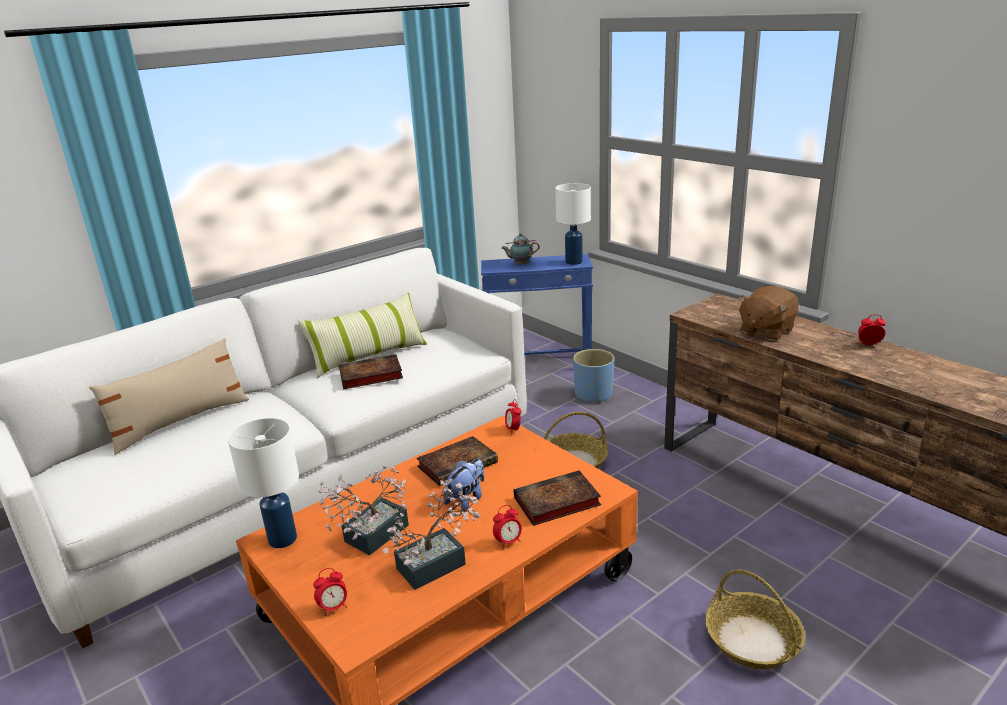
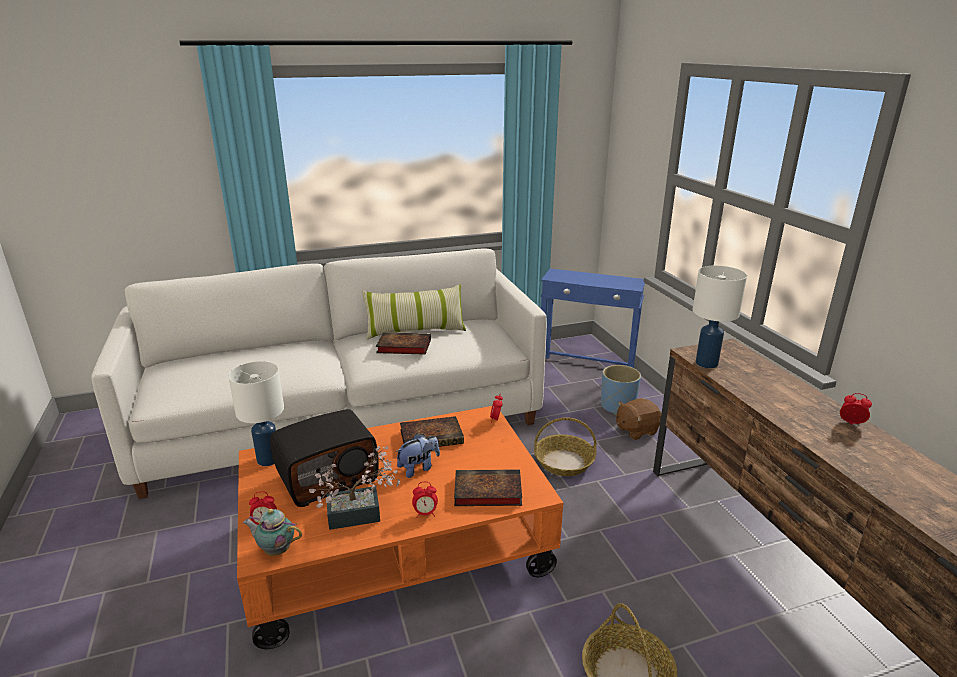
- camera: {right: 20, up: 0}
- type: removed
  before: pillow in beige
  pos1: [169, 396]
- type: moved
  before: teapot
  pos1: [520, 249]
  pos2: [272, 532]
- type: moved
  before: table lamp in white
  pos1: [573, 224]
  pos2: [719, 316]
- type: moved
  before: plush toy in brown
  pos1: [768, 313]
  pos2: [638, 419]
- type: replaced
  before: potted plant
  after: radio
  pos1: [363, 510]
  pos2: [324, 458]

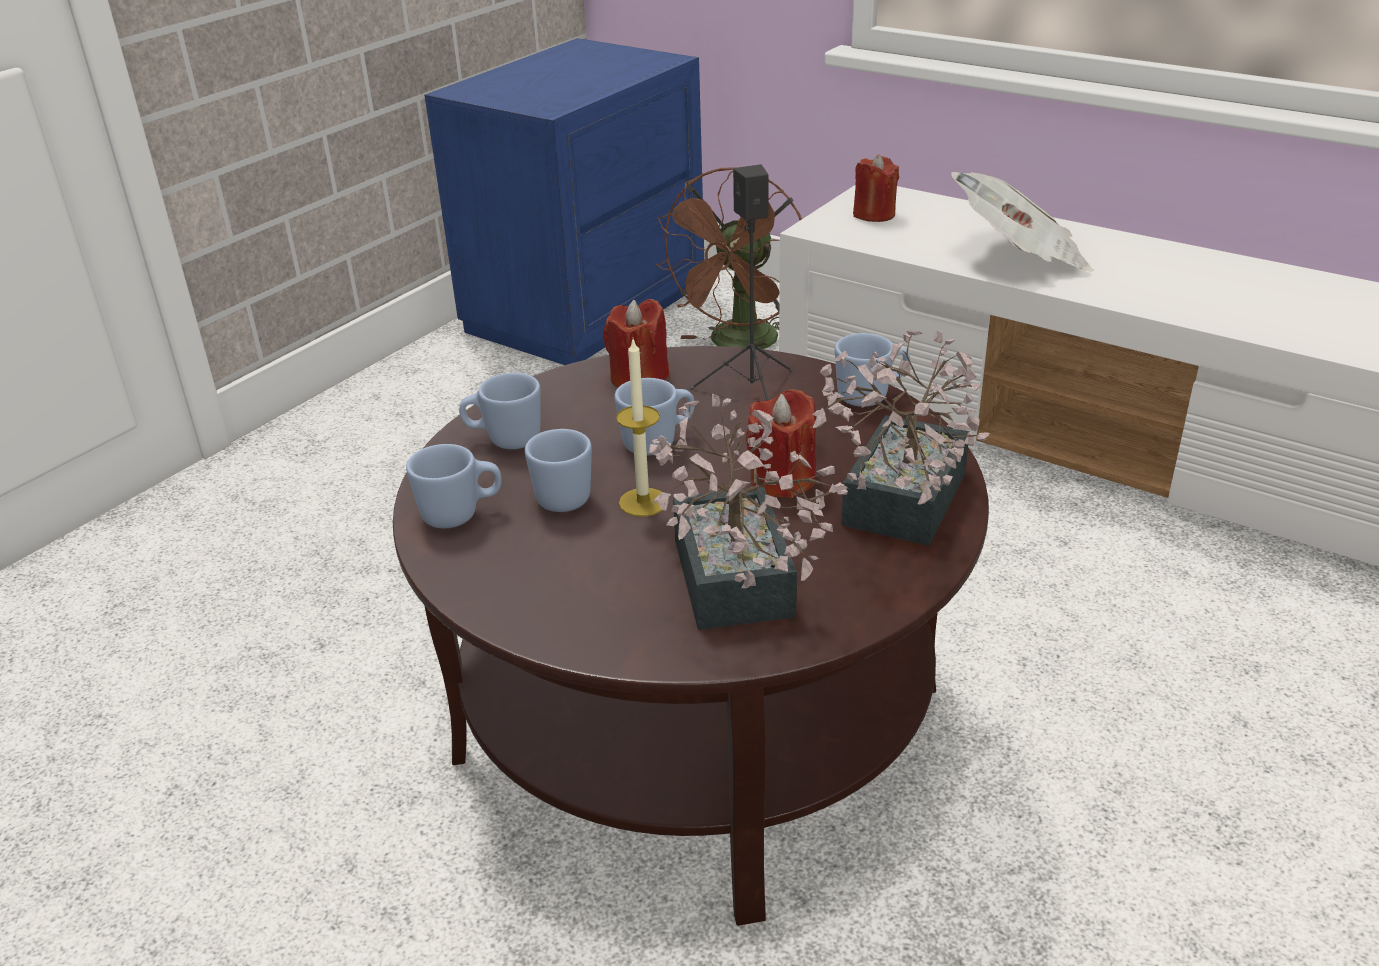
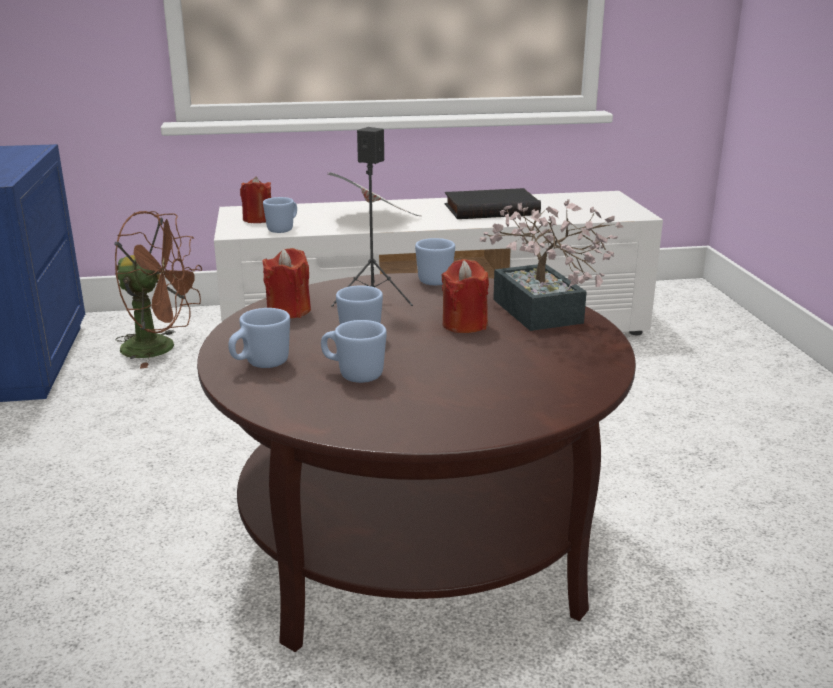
- camera: {right: -45, up: -10}
- type: removed
  before: candle
  pos1: [639, 428]
- type: removed
  before: potted plant
  pos1: [748, 512]
- type: added
  after: book in black
  pos2: [493, 203]
- type: moved
  before: mug in blue
  pos1: [454, 486]
  pos2: [280, 215]
- type: turned
  before: fan in brown
  pos1: [728, 258]
  pos2: [158, 290]
  turn: -60

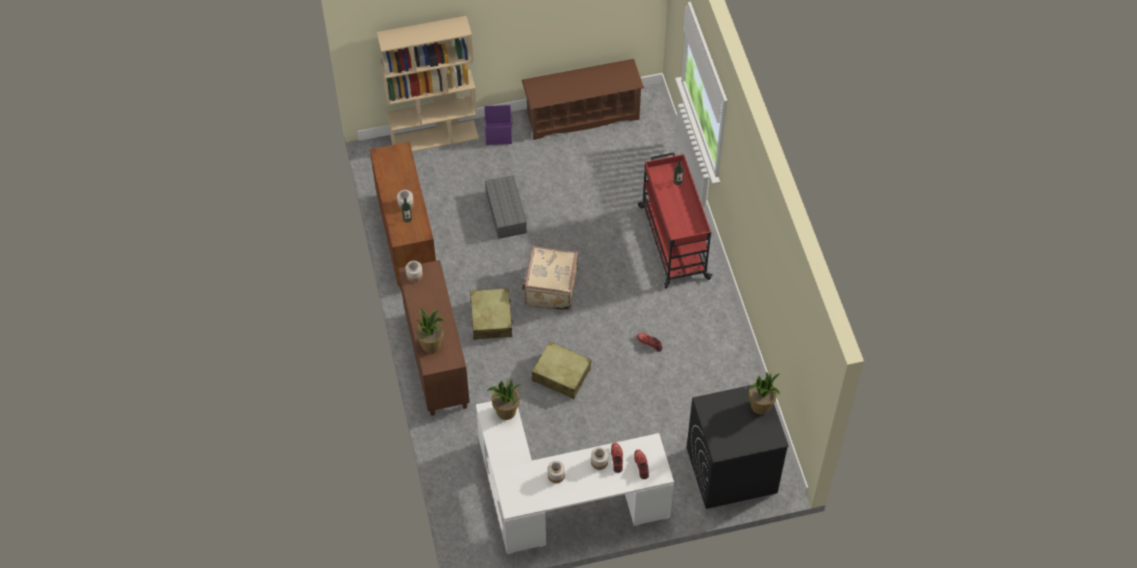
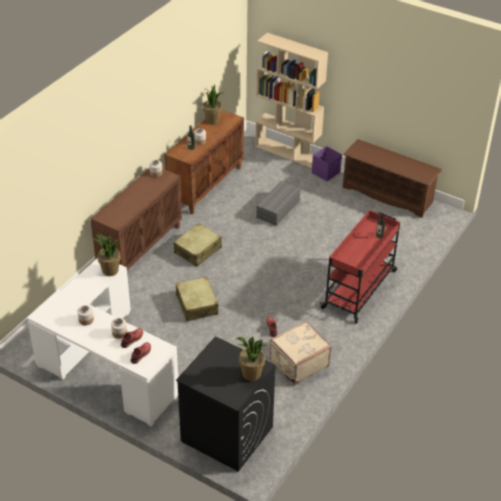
- camera: {right: 45, up: -15}
- type: moved
  before: potted plant
  pos1: [430, 330]
  pos2: [214, 104]
- type: moved
  before: suitcase in beige
  pos1: [550, 278]
  pos2: [301, 353]

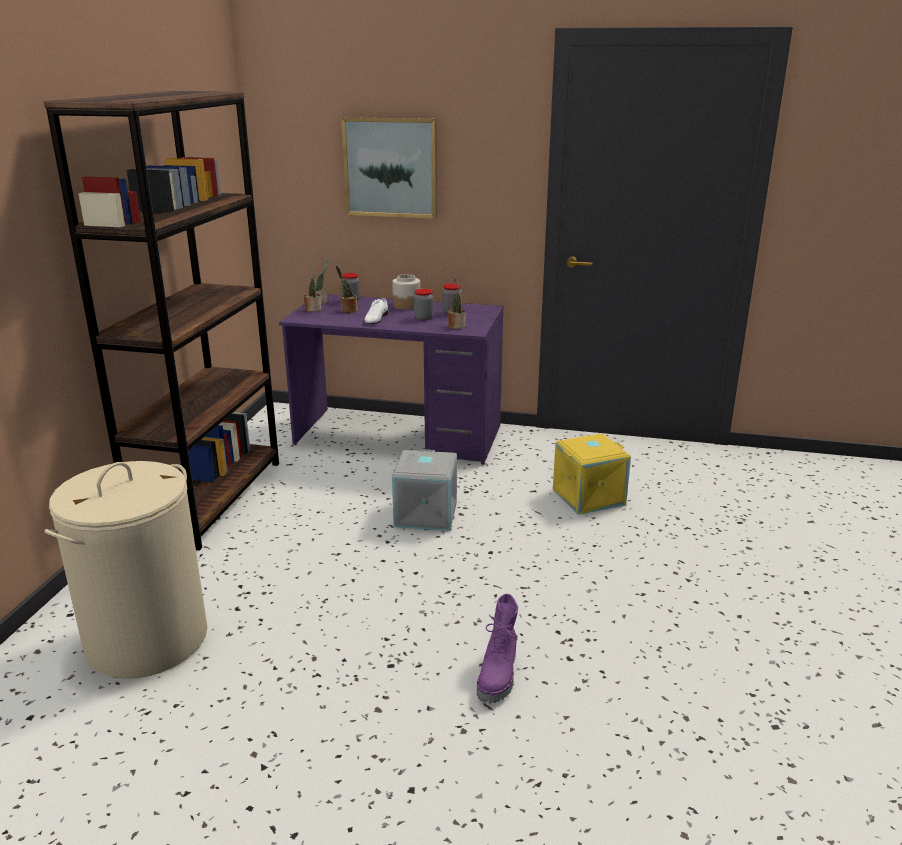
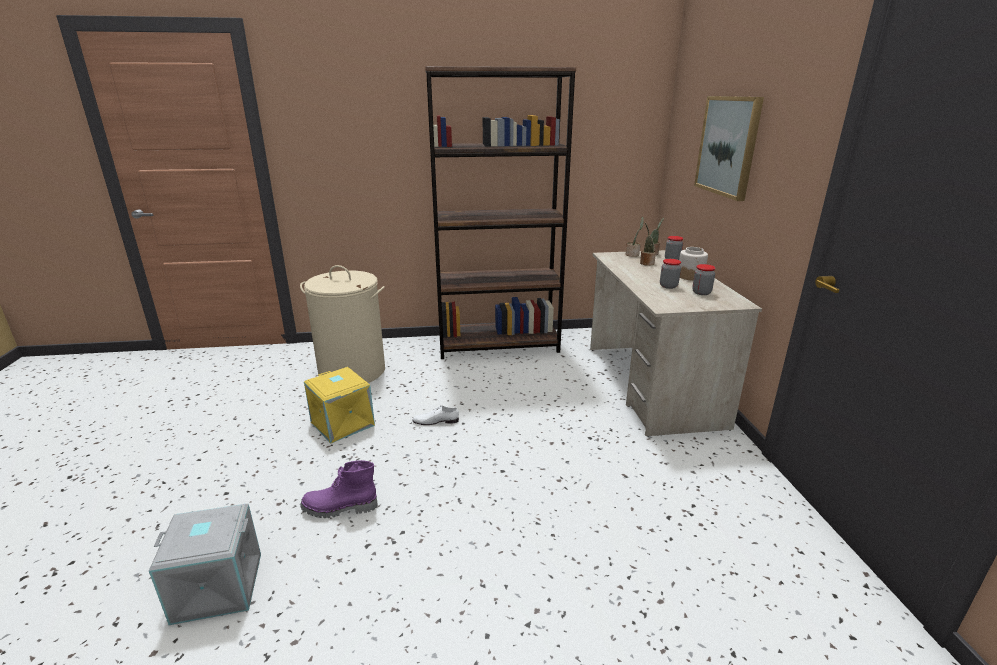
- camera: {right: 70, up: 0}
- type: removed
  before: potted plant
  pos1: [457, 302]
- type: moved
  before: shoe in white
  pos1: [376, 311]
  pos2: [436, 415]
- type: moved
  before: storage box in grey
  pos1: [424, 490]
  pos2: [205, 564]
- type: moved
  before: storage box in yellow
  pos1: [592, 474]
  pos2: [339, 405]
- type: recoloured
  before: desk in purple
  after: desk in beige
  pos1: [391, 379]
  pos2: [676, 343]

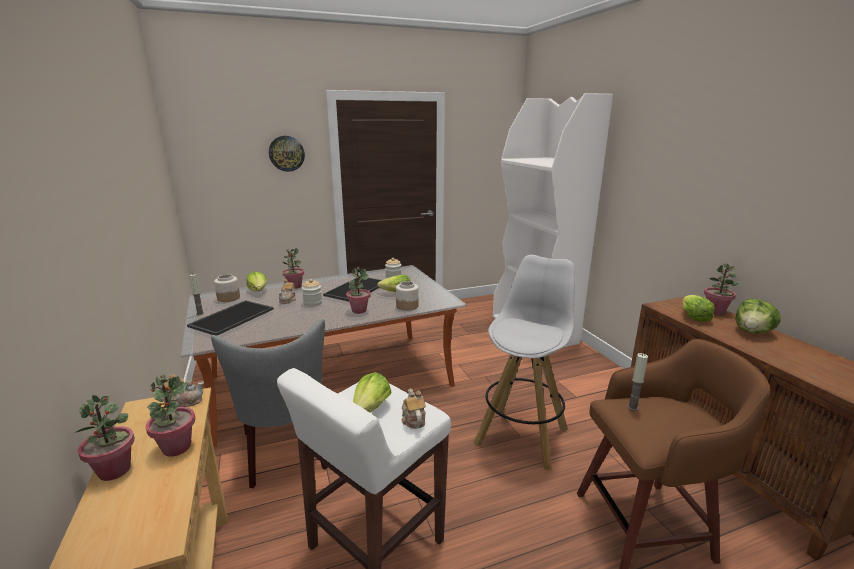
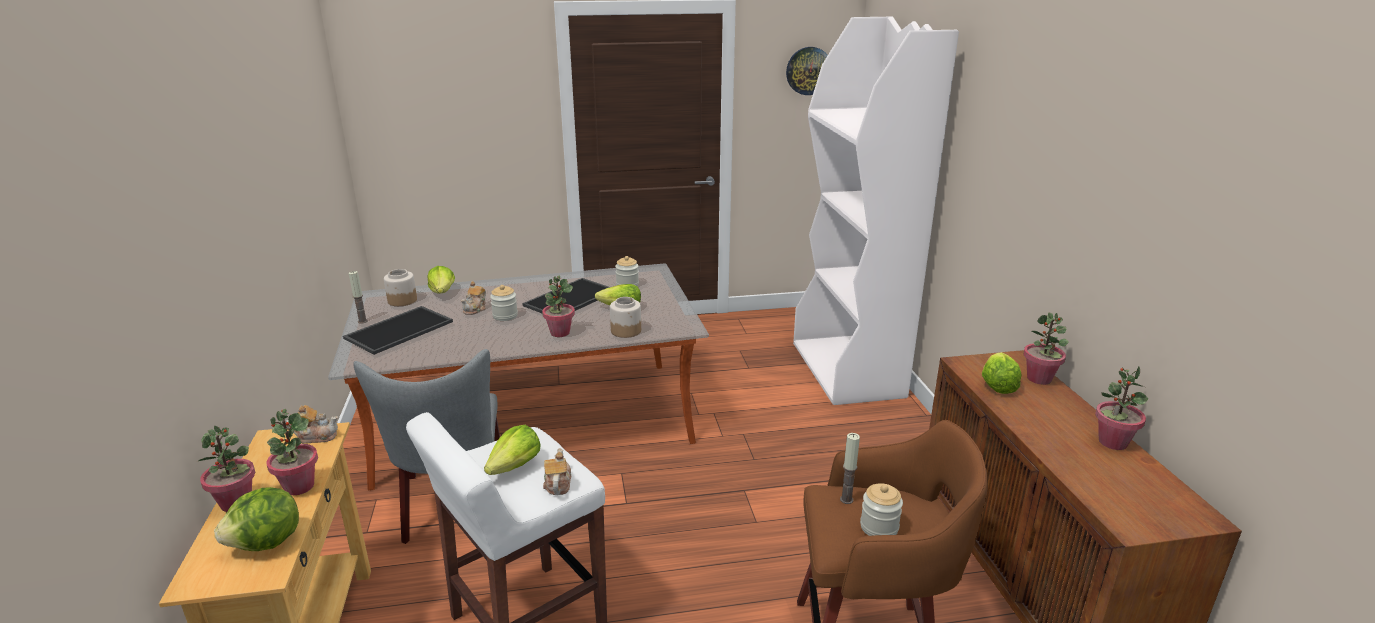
- camera: {right: 10, up: 5}
- type: removed
  before: stool in white
  pos1: [524, 363]
- type: added
  after: jar
  pos2: [881, 509]
- type: moved
  before: wall clock
  pos1: [287, 154]
  pos2: [807, 71]
- type: moved
  before: potted plant
  pos1: [293, 268]
  pos2: [1121, 408]
- type: moved
  before: lettuce
  pos1: [758, 316]
  pos2: [256, 519]

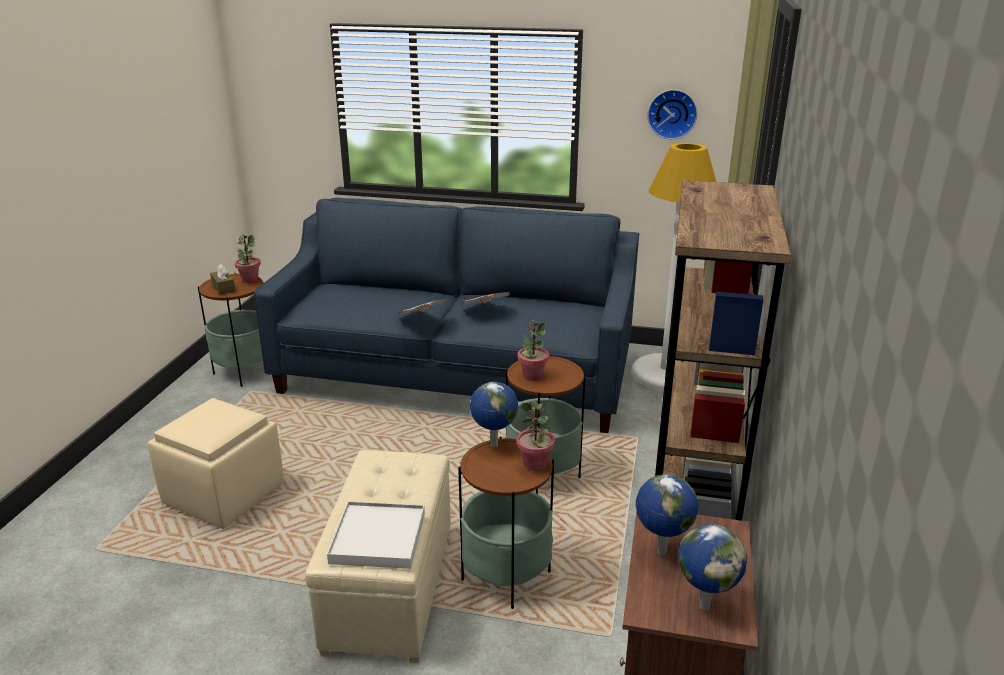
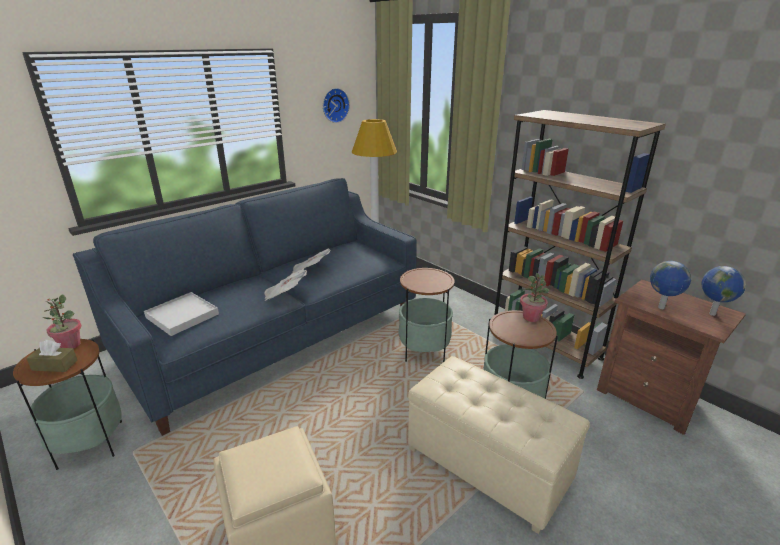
- camera: {right: -55, up: 0}
- type: removed
  before: globe
  pos1: [494, 414]
- type: removed
  before: potted plant
  pos1: [533, 350]
- type: moved
  before: tray in white
  pos1: [376, 535]
  pos2: [181, 314]

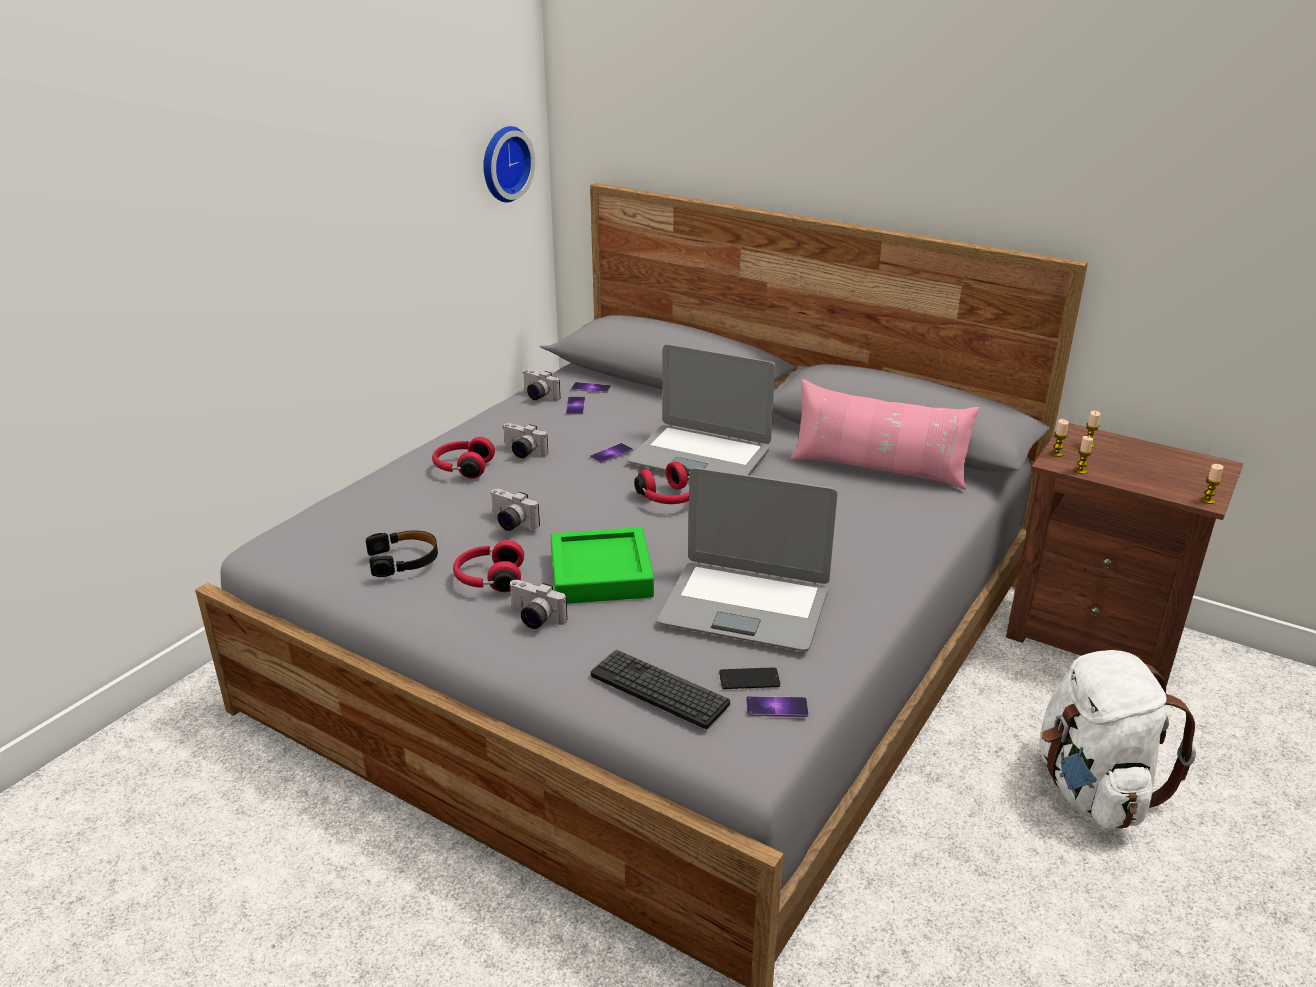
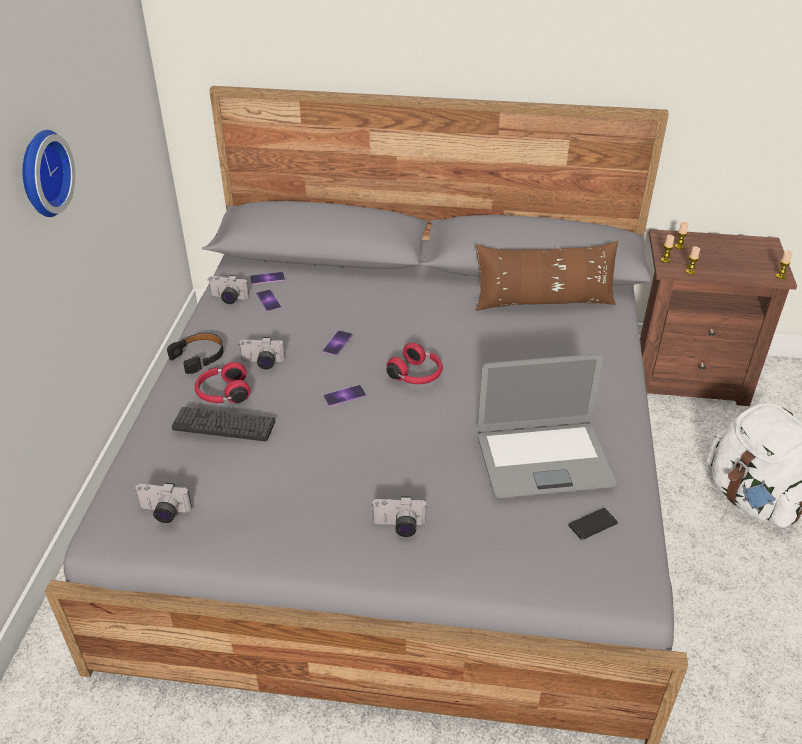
- camera: {right: -25, up: 10}
- type: removed
  before: headphones in red
  pos1: [488, 566]
- type: removed
  before: tray in green
  pos1: [602, 565]
- type: removed
  before: laptop
  pos1: [701, 409]
- type: moved
  before: headphones in black
  pos1: [402, 553]
  pos2: [195, 353]
- type: moved
  before: wall clock
  pos1: [509, 164]
  pos2: [49, 173]
- type: moved
  before: photo camera
  pos1: [515, 510]
  pos2: [163, 502]
- type: moved
  before: keyboard
  pos1: [660, 689]
  pos2: [223, 424]
- type: moved
  before: phone
  pos1: [777, 706]
  pos2: [344, 396]
- type: recoloured
  before: pillow in pink
  after: pillow in brown
  pos1: [884, 434]
  pos2: [547, 276]

